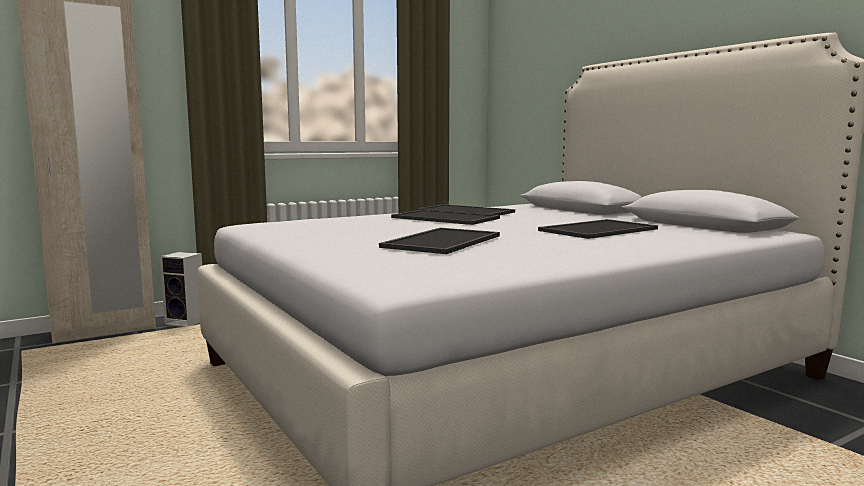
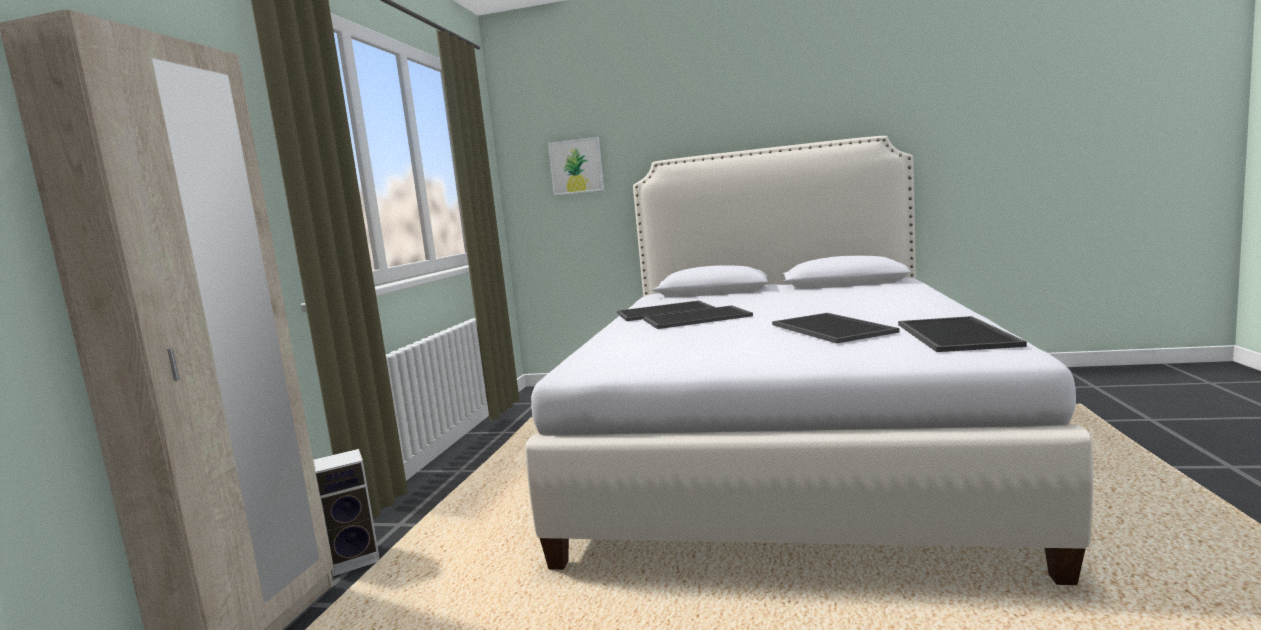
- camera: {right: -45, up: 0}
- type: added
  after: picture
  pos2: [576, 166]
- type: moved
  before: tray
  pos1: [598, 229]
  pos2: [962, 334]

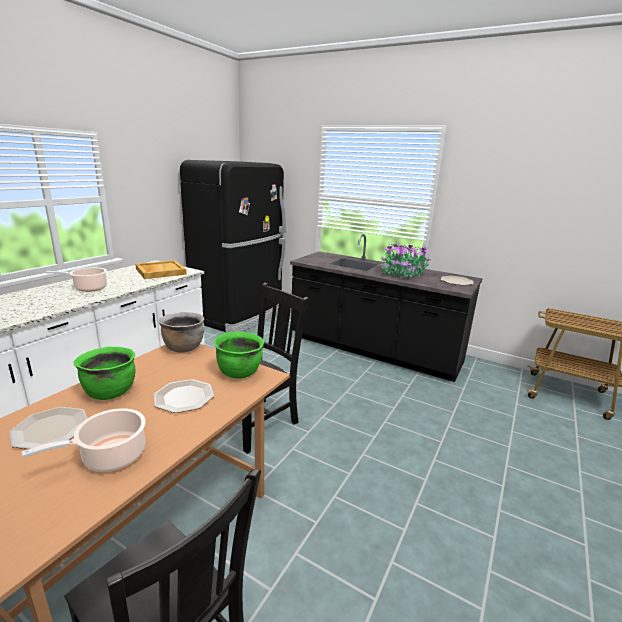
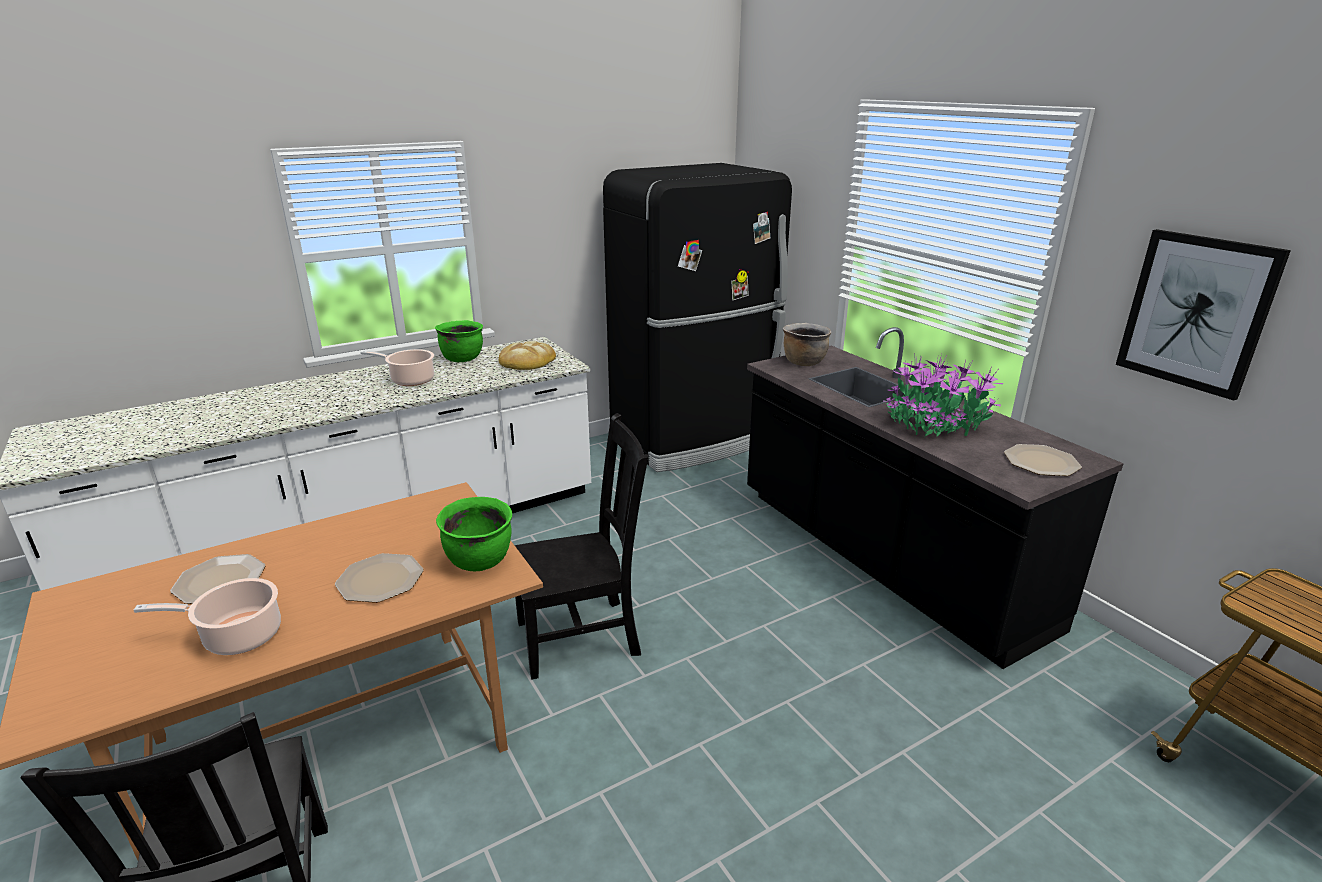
- camera: {right: 30, up: 5}
- type: added
  after: picture
  pos2: [1203, 315]
- type: moved
  before: cooking pot in green
  pos1: [104, 373]
  pos2: [459, 341]
- type: moved
  before: cooking pot in brown
  pos1: [181, 332]
  pos2: [807, 344]
- type: replaced
  before: tray in beige
  after: bread
  pos1: [161, 269]
  pos2: [527, 355]

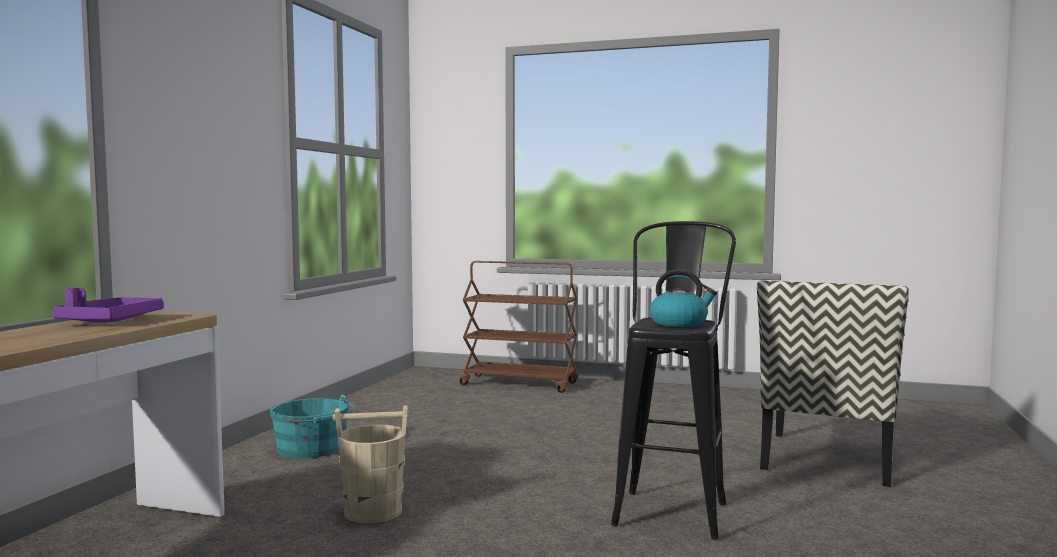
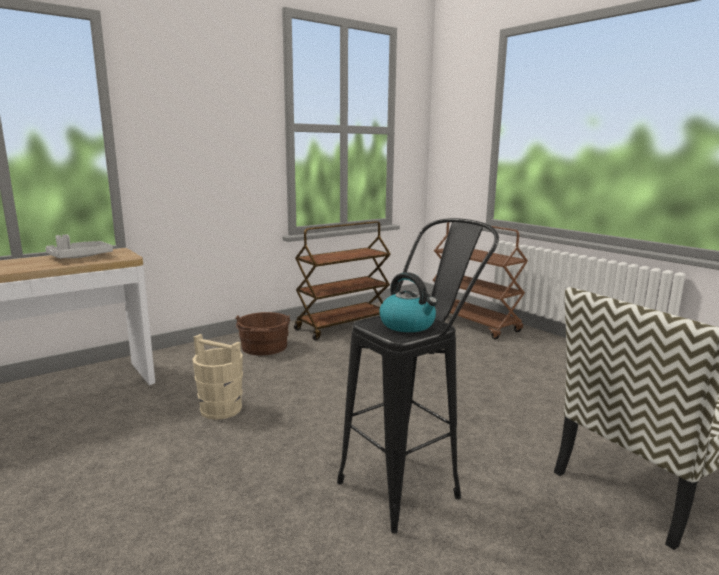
- camera: {right: 35, up: 10}
- type: added
  after: cart in brown
  pos2: [342, 281]
- type: recoloured
  before: tray in purple
  after: tray in grey
  pos1: [108, 305]
  pos2: [79, 246]
- type: recoloured
  before: bucket in turquoise
  after: bucket in brown
  pos1: [312, 426]
  pos2: [262, 333]

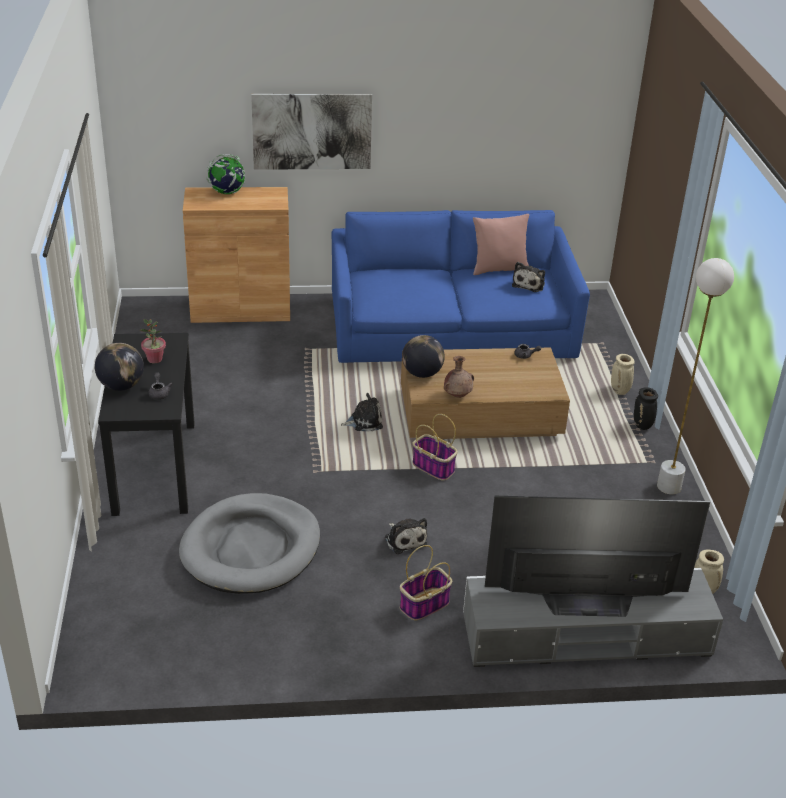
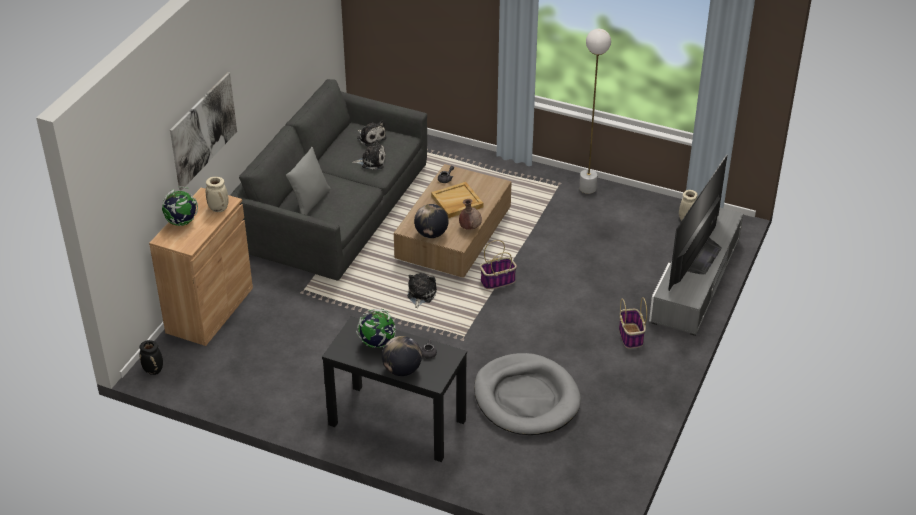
- camera: {right: -60, up: 5}
- type: removed
  before: pillow in pink
  pos1: [501, 244]
- type: added
  after: pillow in grey
  pos2: [308, 181]
- type: added
  after: tray in beige
  pos2: [457, 200]
- type: moved
  before: plush toy
  pos1: [406, 536]
  pos2: [369, 155]
- type: moved
  before: vase in beige
  pos1: [623, 374]
  pos2: [217, 194]
- type: moved
  before: vase in black
  pos1: [646, 408]
  pos2: [151, 357]
- type: replaced
  before: potted plant
  after: globe
  pos1: [153, 341]
  pos2: [376, 328]
- type: recoloured
  before: sofa in blue
  after: sofa in grey
  pos1: [461, 286]
  pos2: [328, 180]

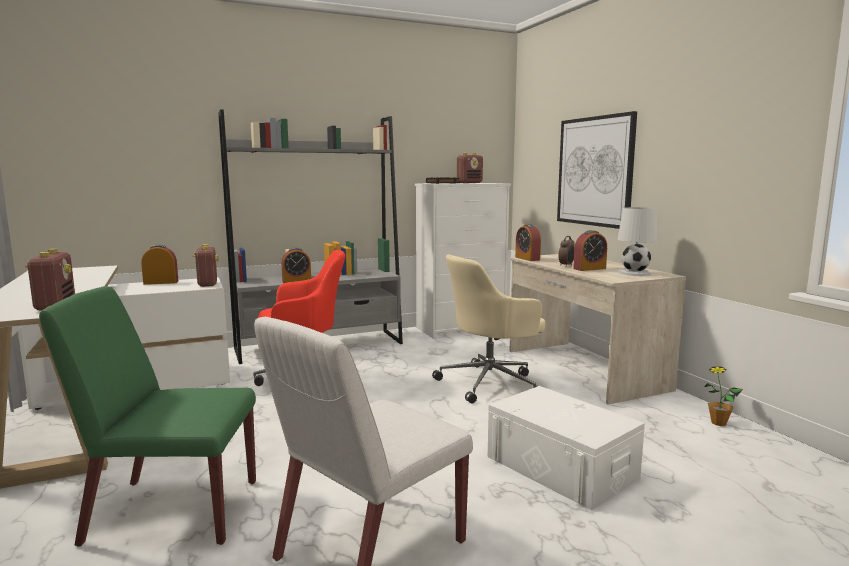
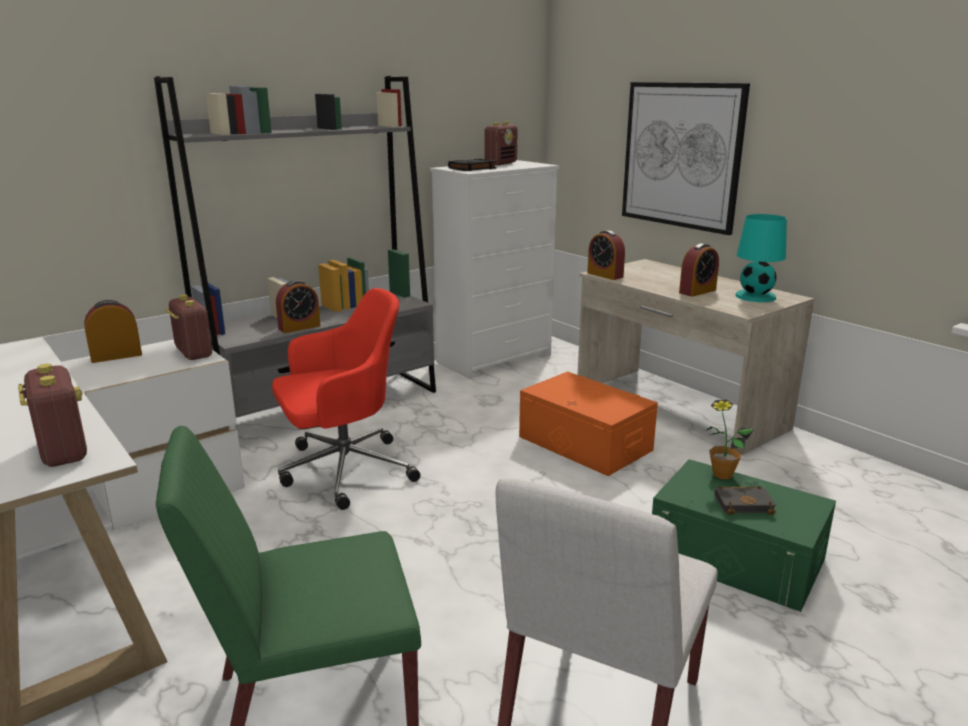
- camera: {right: -15, up: 10}
- type: removed
  before: alarm clock
  pos1: [566, 251]
- type: added
  after: book in black
  pos2: [745, 500]
- type: moved
  before: potted plant
  pos1: [723, 396]
  pos2: [730, 439]
- type: replaced
  before: office chair in beige
  after: storage box in orange
  pos1: [489, 329]
  pos2: [588, 423]
- type: recoloured
  before: storage box in white
  after: storage box in green
  pos1: [566, 448]
  pos2: [744, 535]
- type: recoloured
  before: table lamp in white
  after: table lamp in turquoise
  pos1: [637, 241]
  pos2: [761, 258]

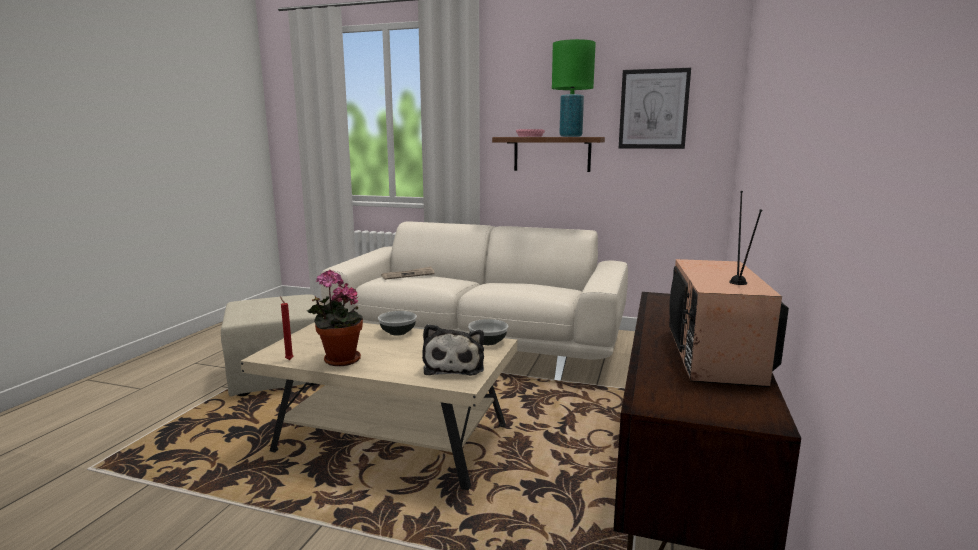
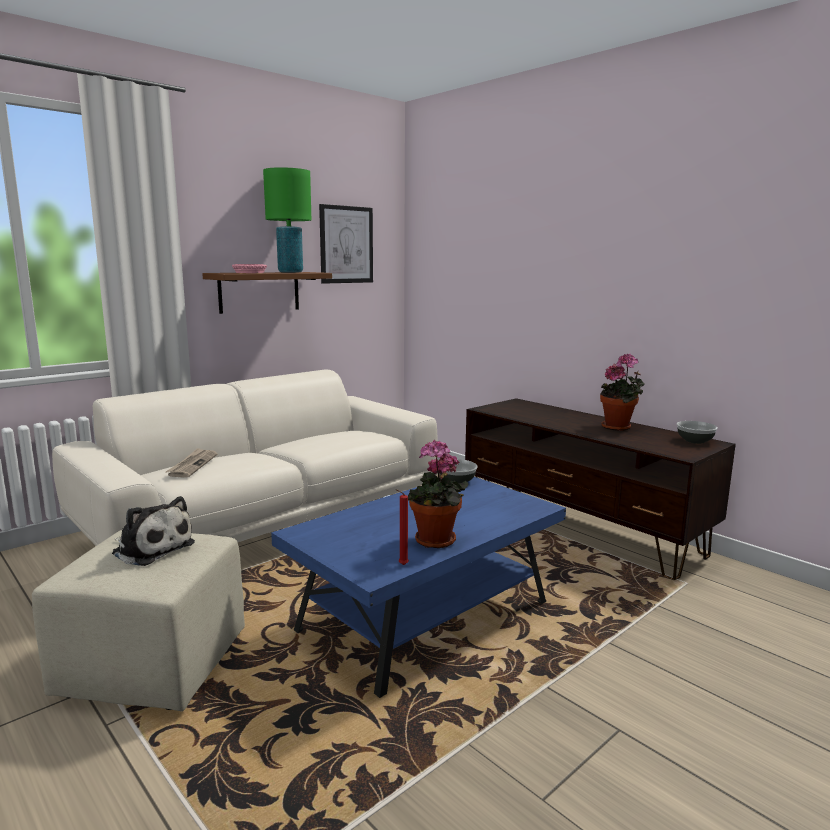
- camera: {right: -60, up: 0}
- type: moved
  before: bowl
  pos1: [397, 323]
  pos2: [697, 432]
- type: moved
  before: plush toy
  pos1: [453, 350]
  pos2: [153, 531]
- type: replaced
  before: television
  after: potted plant
  pos1: [729, 289]
  pos2: [622, 392]
- type: recoloured
  before: coffee table in beige
  after: coffee table in blue
  pos1: [378, 406]
  pos2: [418, 587]

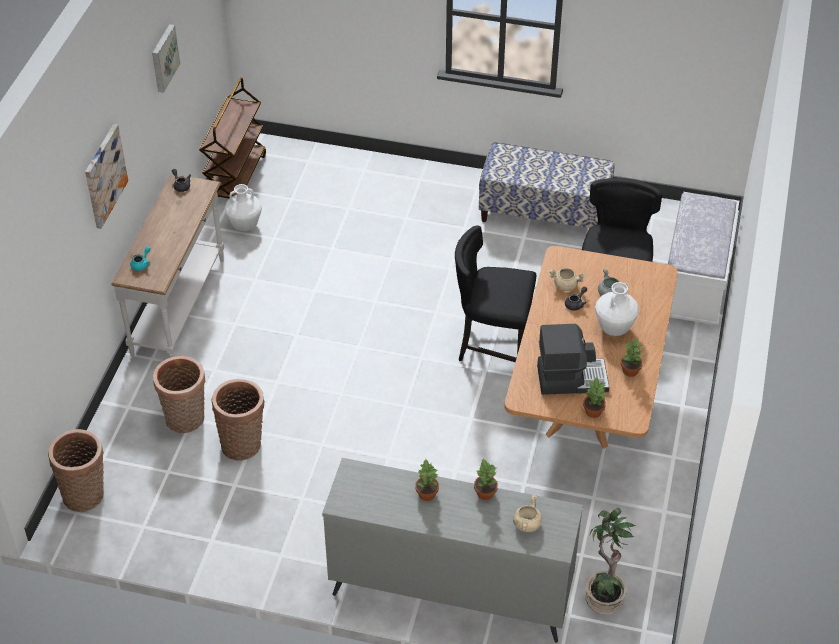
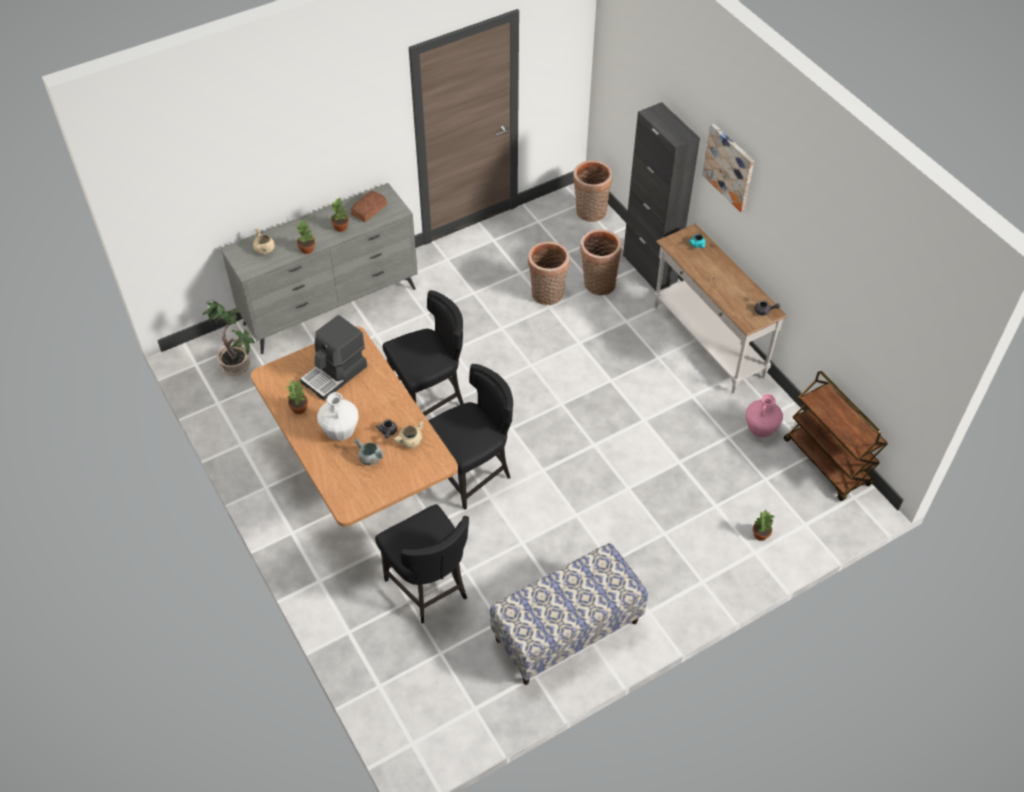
- camera: {right: 135, up: 5}
- type: removed
  before: picture
  pos1: [166, 58]
- type: removed
  before: bench in white
  pos1: [703, 258]
- type: added
  after: bread
  pos2: [369, 206]
- type: added
  after: chair in black
  pos2: [423, 353]
- type: added
  after: cabinet in black
  pos2: [661, 196]
- type: moved
  before: potted plant
  pos1: [594, 397]
  pos2: [764, 525]
- type: recoloured
  before: vase in white
  after: vase in pink
  pos1: [243, 207]
  pos2: [764, 415]

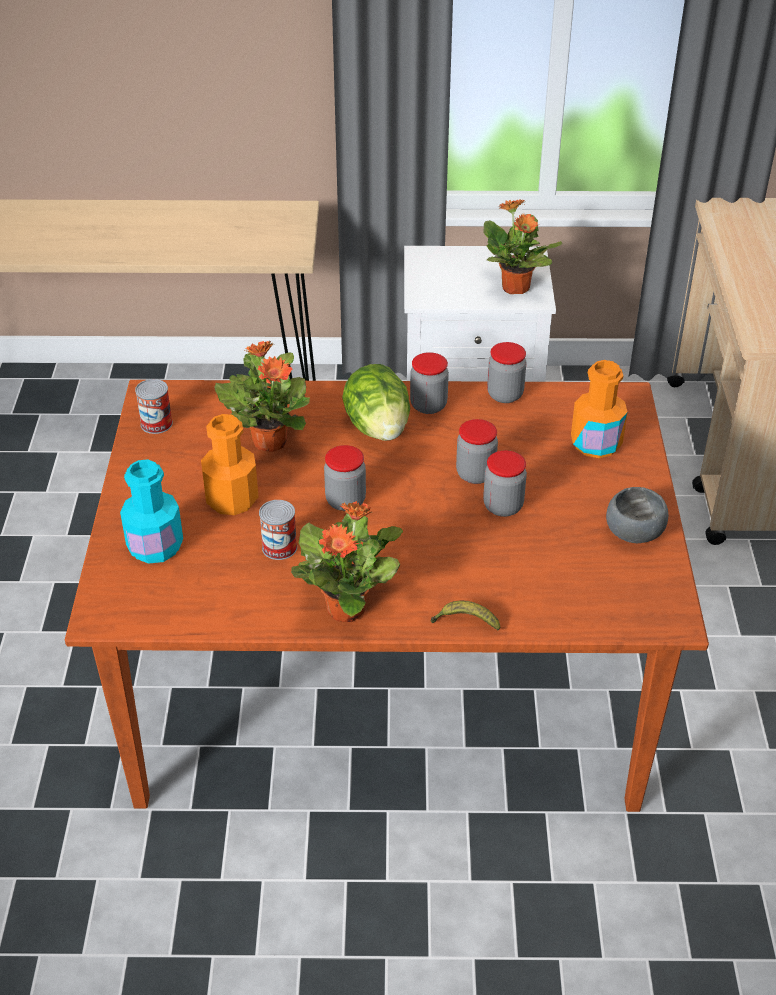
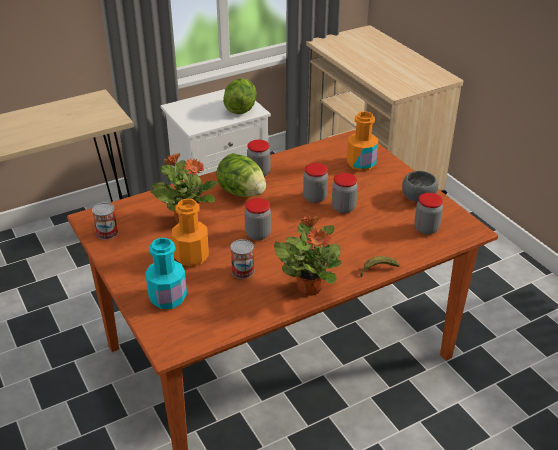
- camera: {right: -30, up: -5}
- type: moved
  before: jar
  pos1: [507, 372]
  pos2: [428, 214]
- type: replaced
  before: potted plant
  after: lettuce
  pos1: [523, 246]
  pos2: [240, 96]

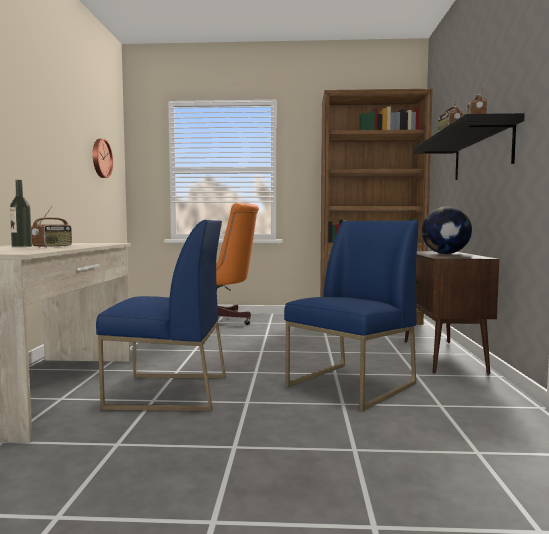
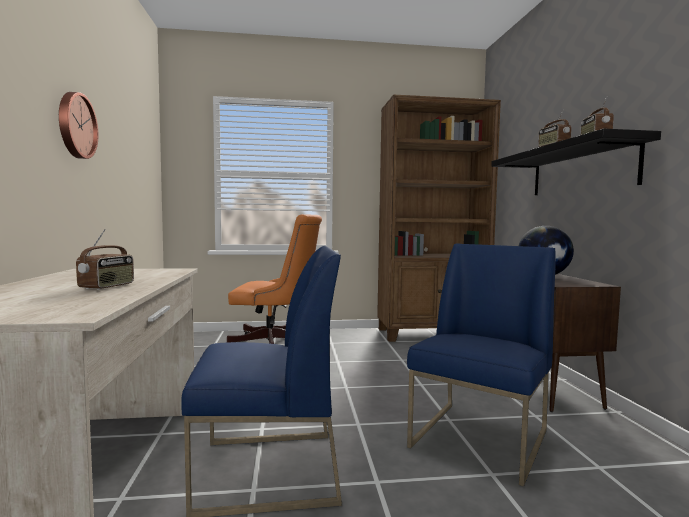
- camera: {right: -10, up: 0}
- type: removed
  before: bottle
  pos1: [21, 213]
- type: moved
  before: wall clock
  pos1: [103, 158]
  pos2: [78, 125]

